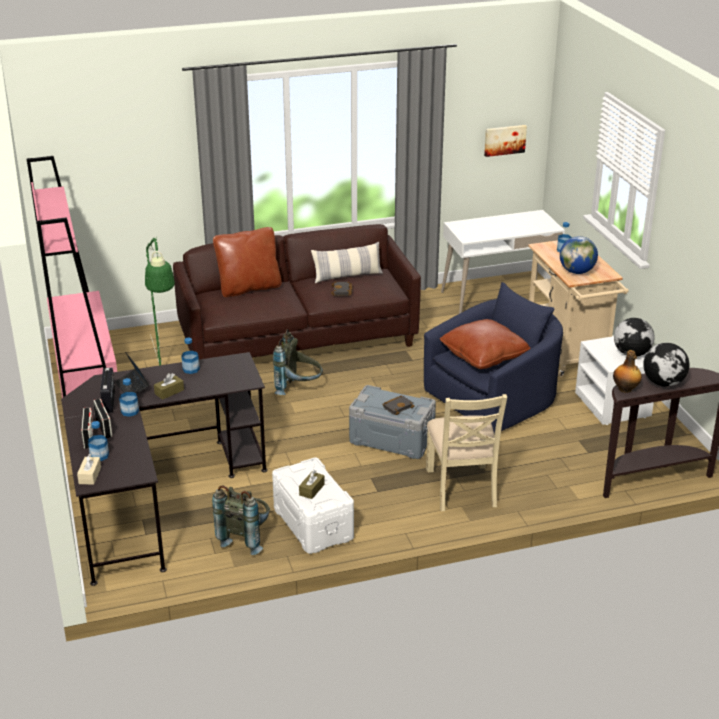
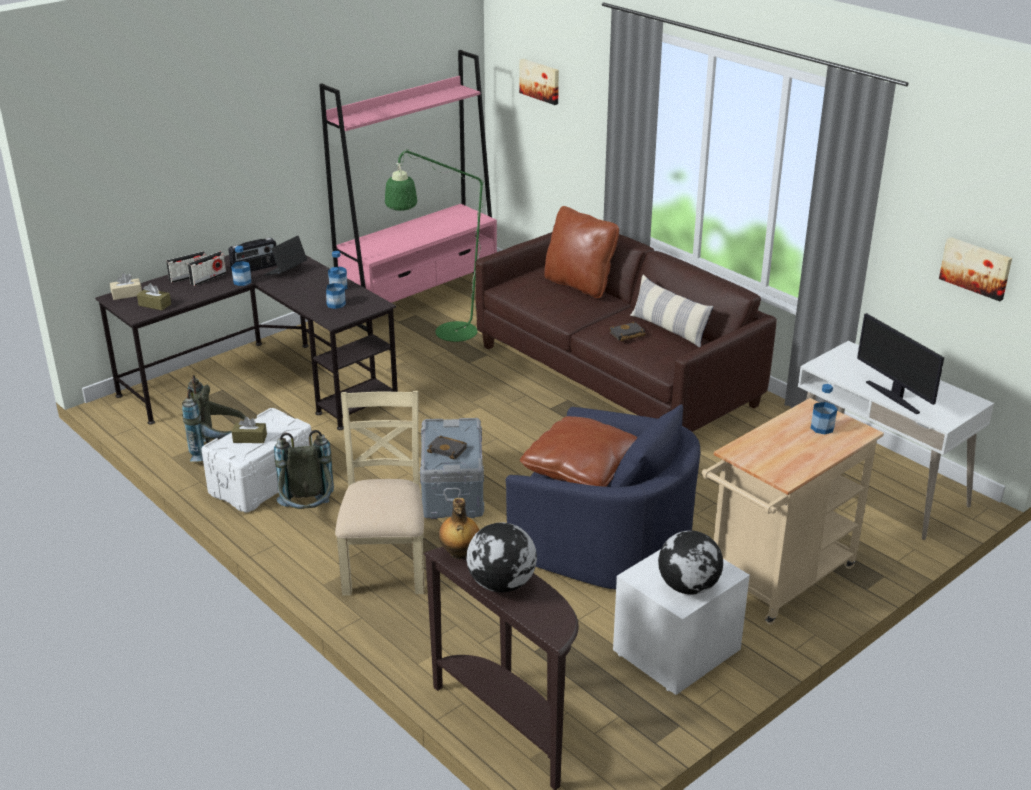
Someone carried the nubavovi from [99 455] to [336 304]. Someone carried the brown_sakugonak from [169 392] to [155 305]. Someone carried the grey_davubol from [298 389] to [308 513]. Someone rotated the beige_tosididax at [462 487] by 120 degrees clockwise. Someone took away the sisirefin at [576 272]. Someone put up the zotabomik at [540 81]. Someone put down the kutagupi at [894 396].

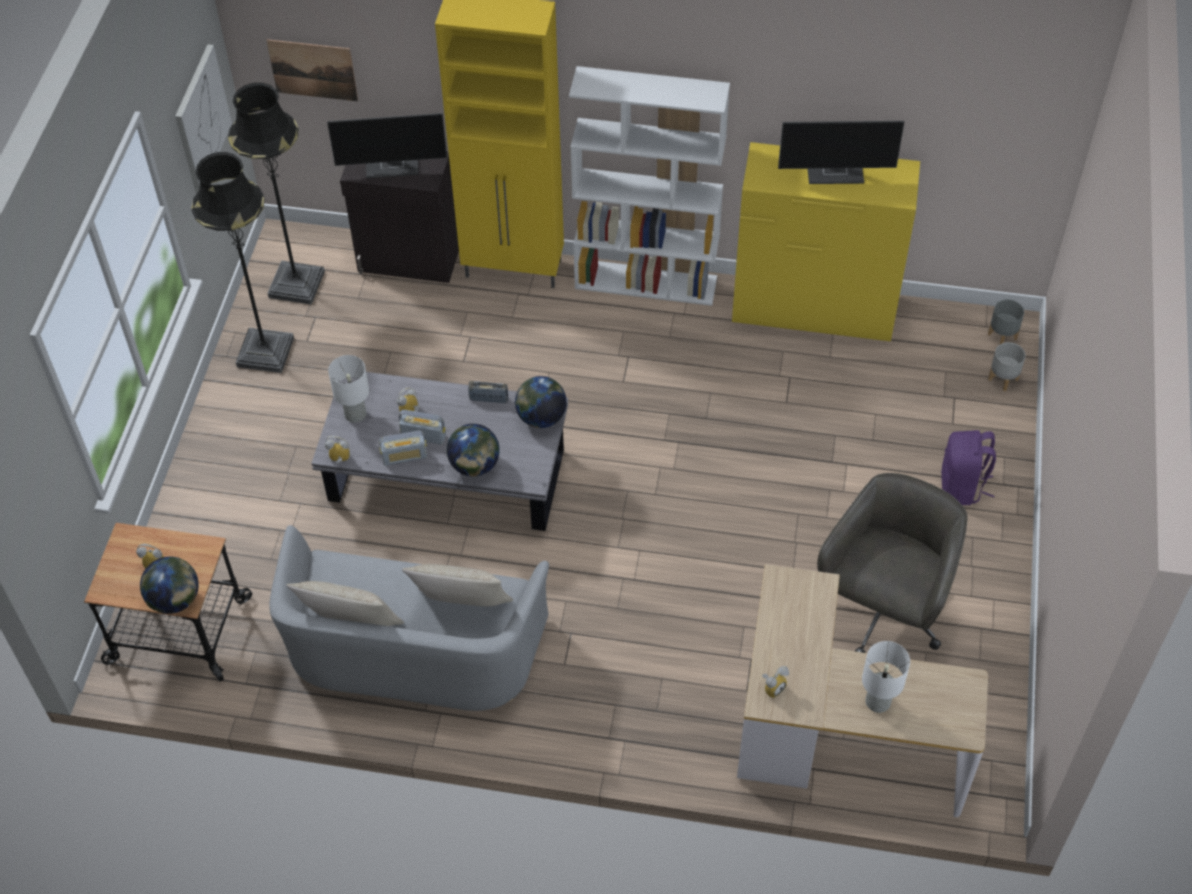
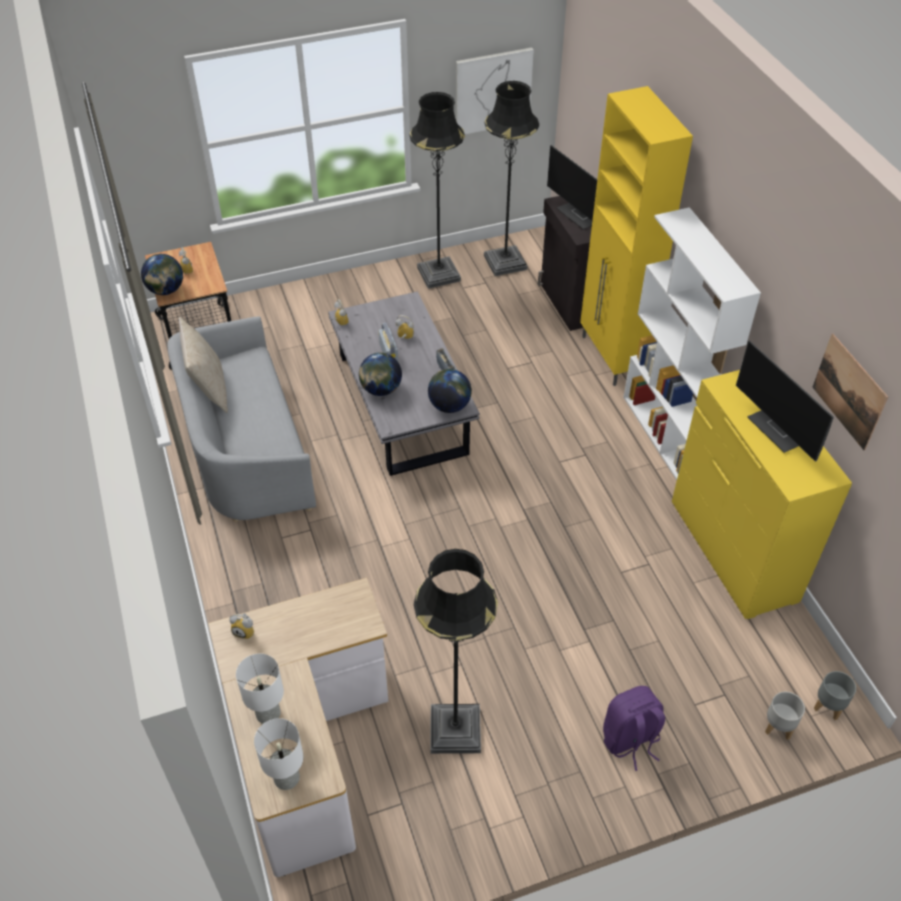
Someone carried the zotabomik from [313 70] to [849 391]. Someone carried the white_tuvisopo from [355 414] to [287 777]. Someone took away the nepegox at [404 456]. Someone took away the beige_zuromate at [462 609]. Someone swapped the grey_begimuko at [883 611] for the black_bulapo at [455 730].

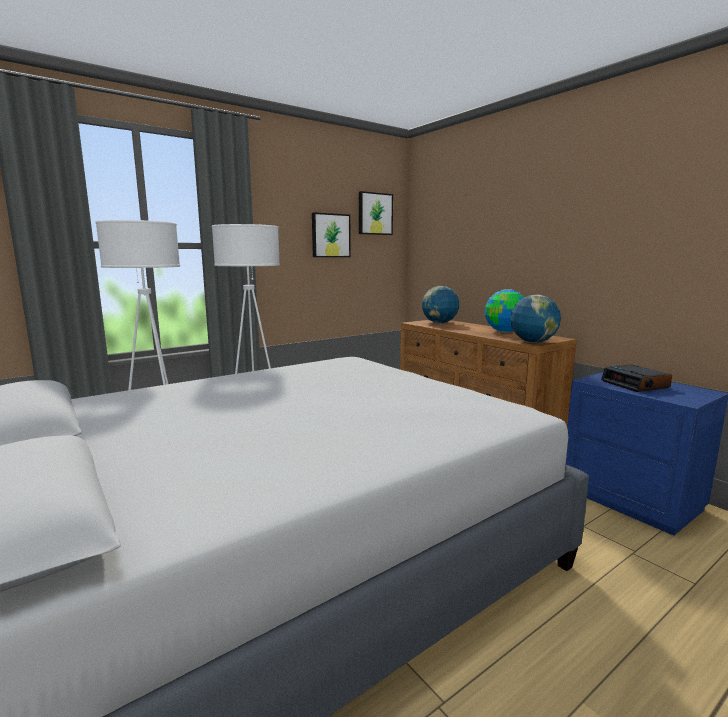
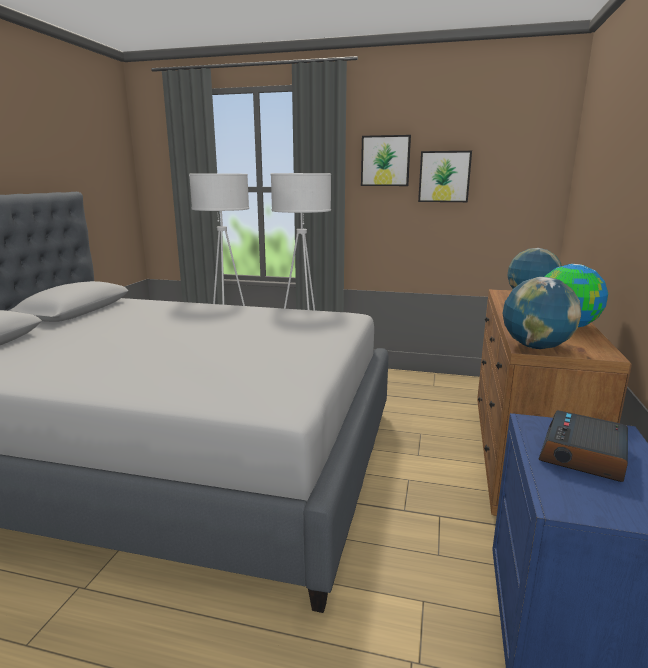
Someone carried the zotabomik from [374 214] to [385 161].

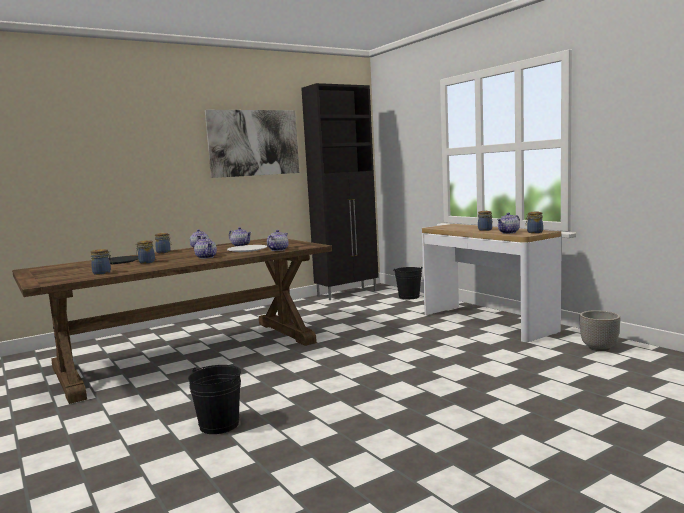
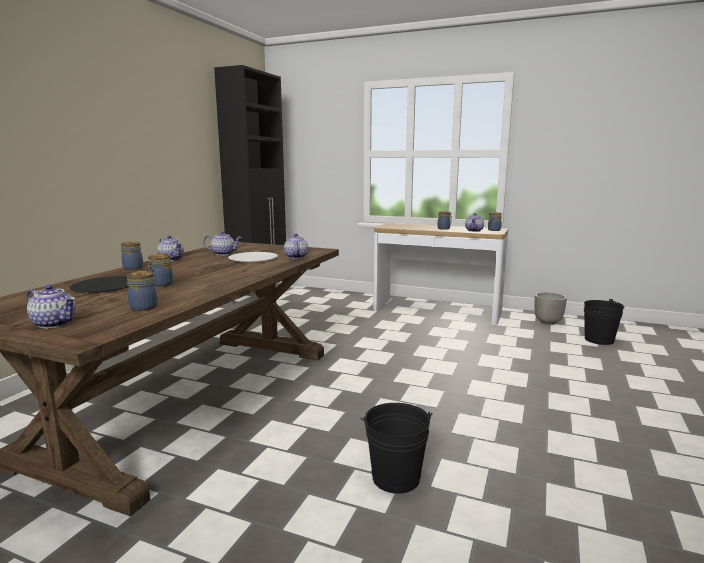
Someone carried the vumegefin from [206 257] to [55 323]. Someone took away the zotabomik at [254 143]. Someone carried the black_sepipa from [409 297] to [599 340].

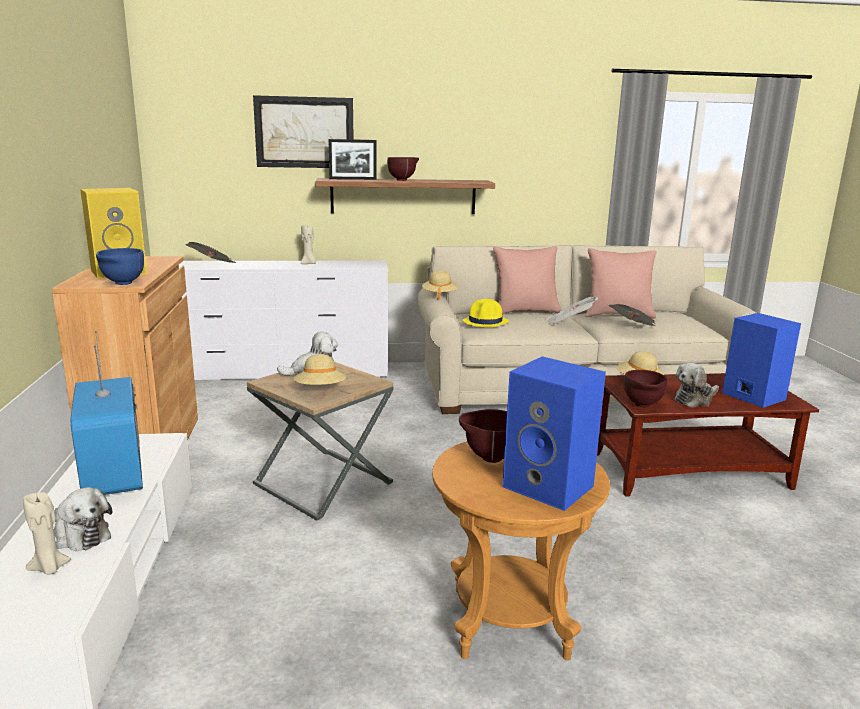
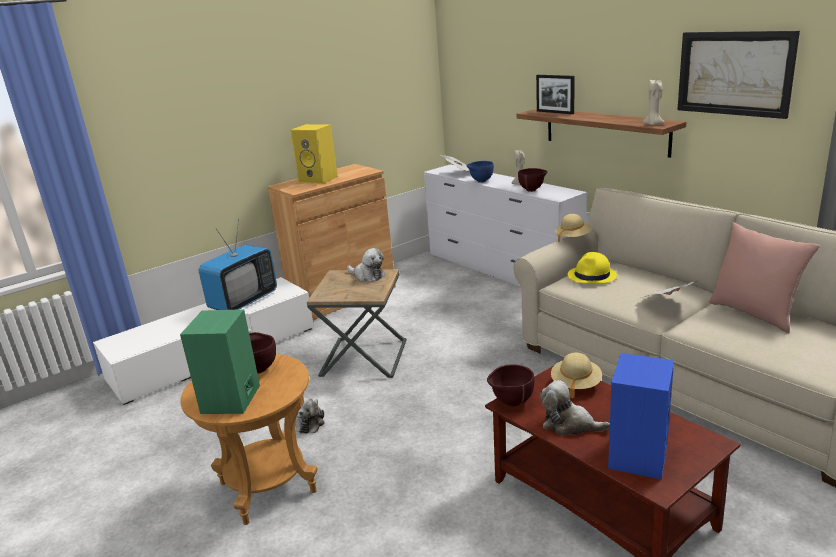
Someone carried the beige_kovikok from [49 568] to [653 124]. Someone carried the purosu from [80 535] to [310 422]. Someone carried the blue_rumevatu from [122 284] to [480 181]. Someone carried the zotabomik from [304 132] to [734 73]. Someone took away the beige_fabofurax at [320 390]. Someone carried the brown_rumevatu from [403 180] to [532 190]. Someone took away the pink_zuromate at [525 311]. Someone repainted the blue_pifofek at [551 486], which became the green_pifofek at [231 400]. Someone took away the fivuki at [633 328].

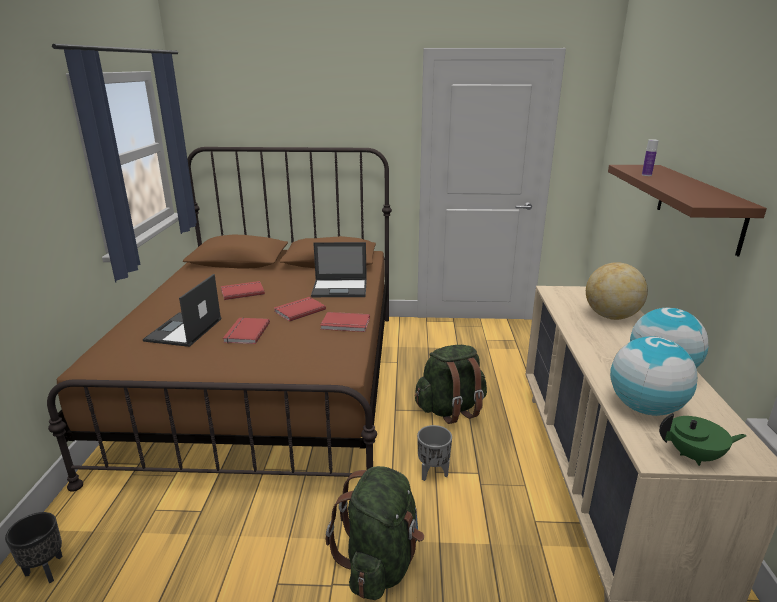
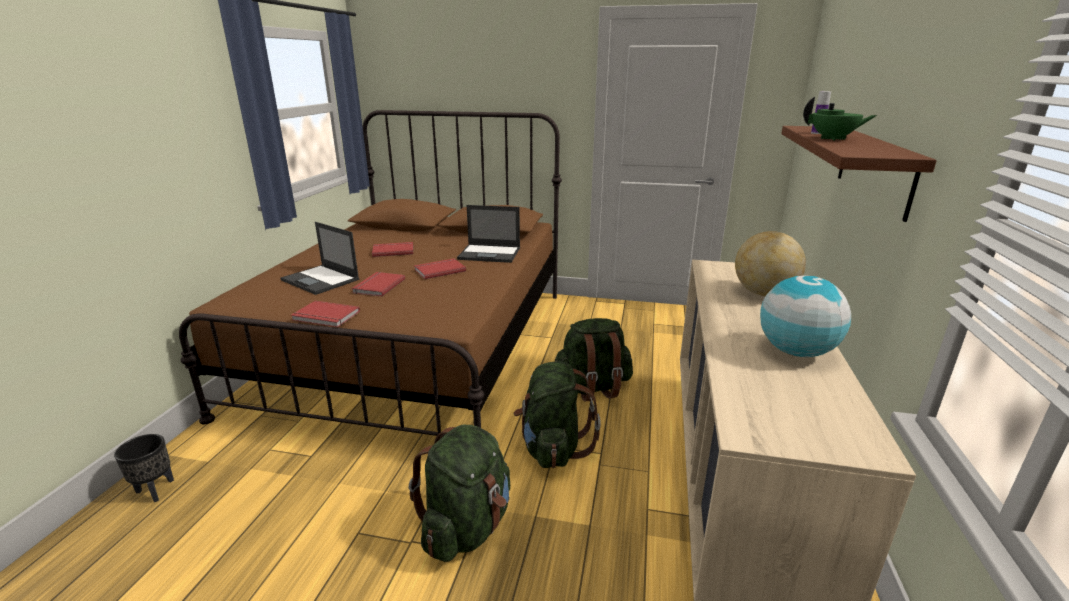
Someone rotated the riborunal at [183 330] by 75 degrees counterclockwise. Someone carried the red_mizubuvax from [345 324] to [325 316]. Someone swapped the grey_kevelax at [433 473] for the green_davubol at [552 448]. Someone took away the sisirefin at [644 408]. Someone carried the green_vumegefin from [694 456] to [833 139].

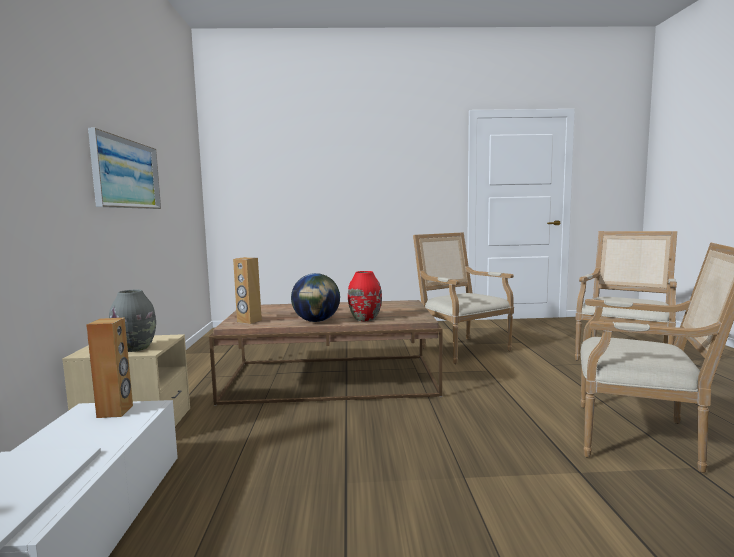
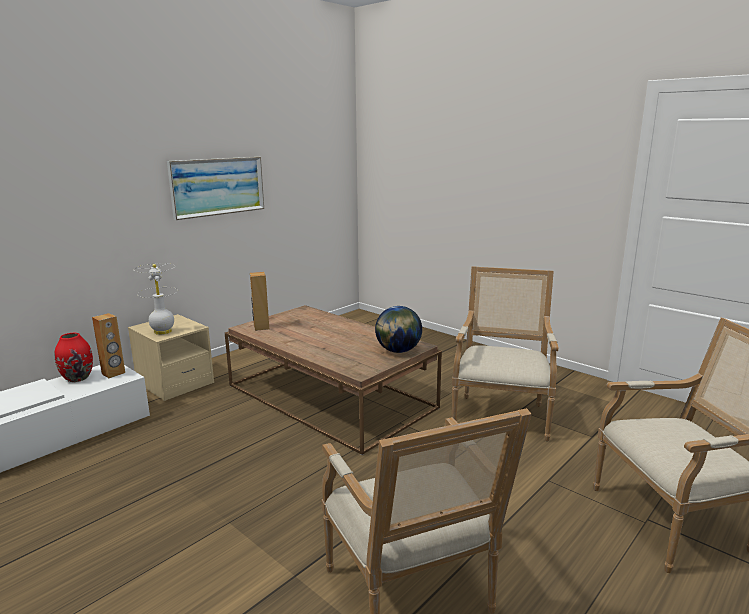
Someone swapped the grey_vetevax at [136 348] for the white_tuvisopo at [163 331]. Someone carried the sisirefin from [316 321] to [398 351]. Someone carried the red_vetevax from [364 319] to [78 378].

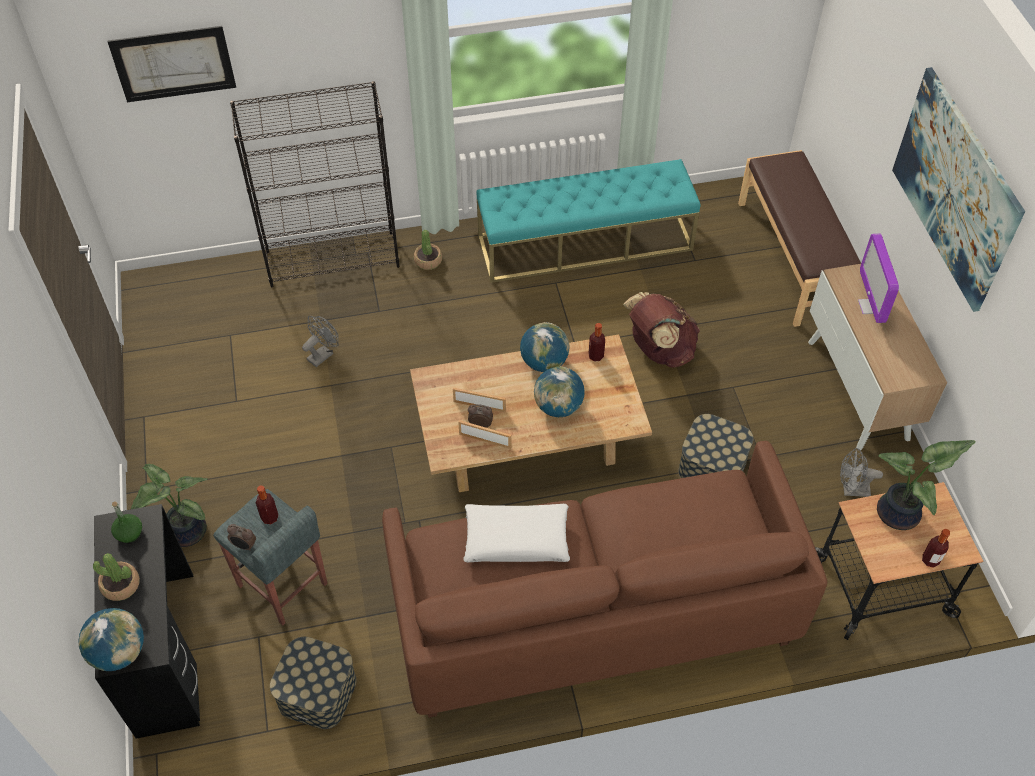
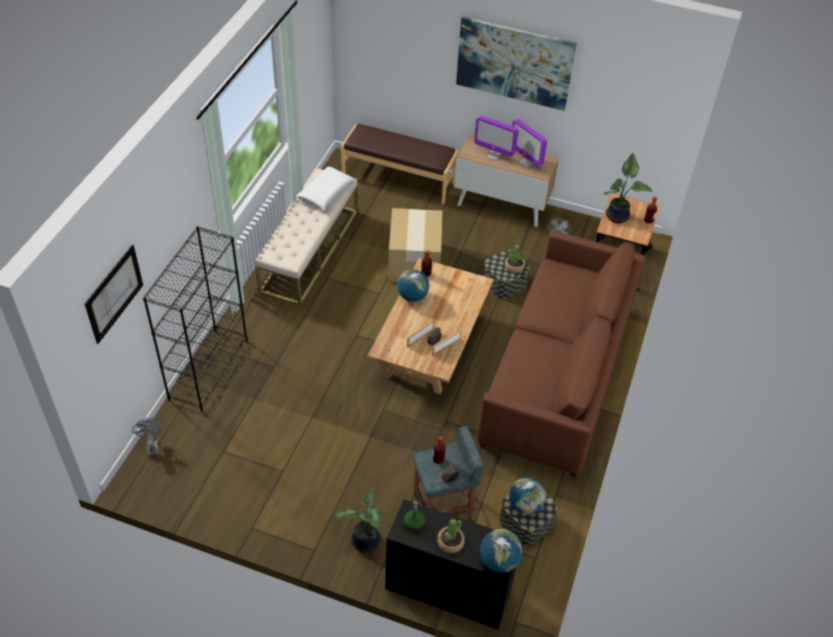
Someone carried the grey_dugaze from [323 354] to [152 445]. Someone carried the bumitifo from [428 261] to [514 267]. Someone carried the white_zuromate from [516 539] to [326 193]. Someone repainted the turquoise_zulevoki at [585 243], which became the beige_zulevoki at [310 250]. Someone carried the sisirefin from [558 407] to [525 505]. Someone swapped the brown_davubol at [659 350] for the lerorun at [414 262]. Someone put down the kutagupi at [525 162].

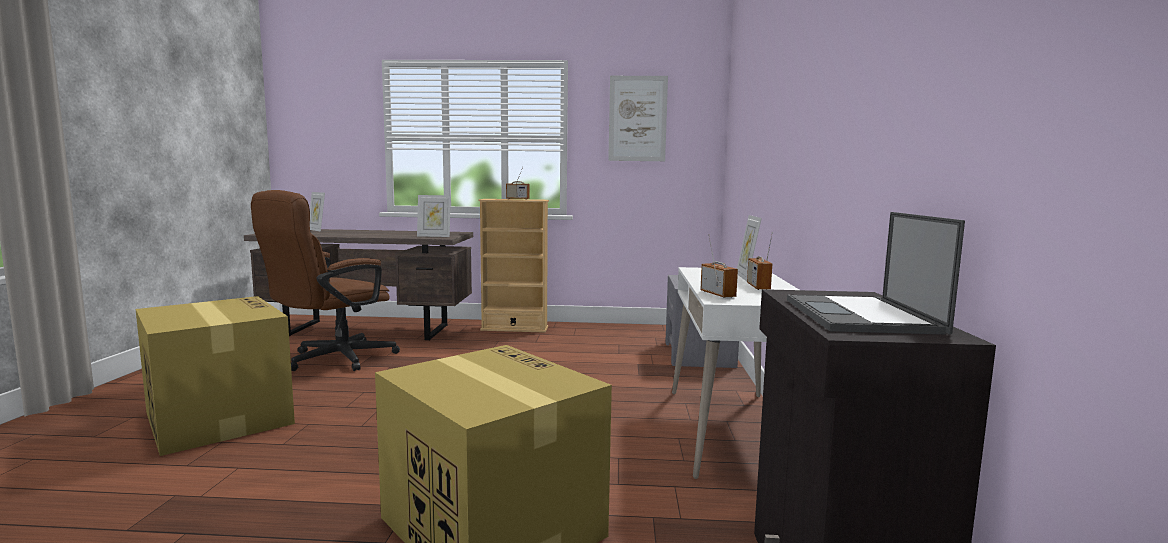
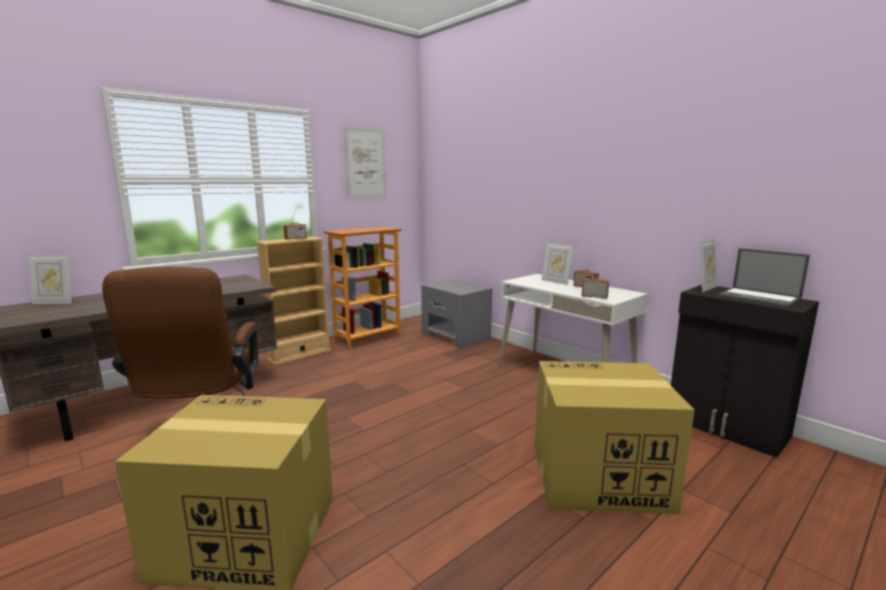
Someone carried the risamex from [434 236] to [705 288]. Someone put down the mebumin at [367 339].

